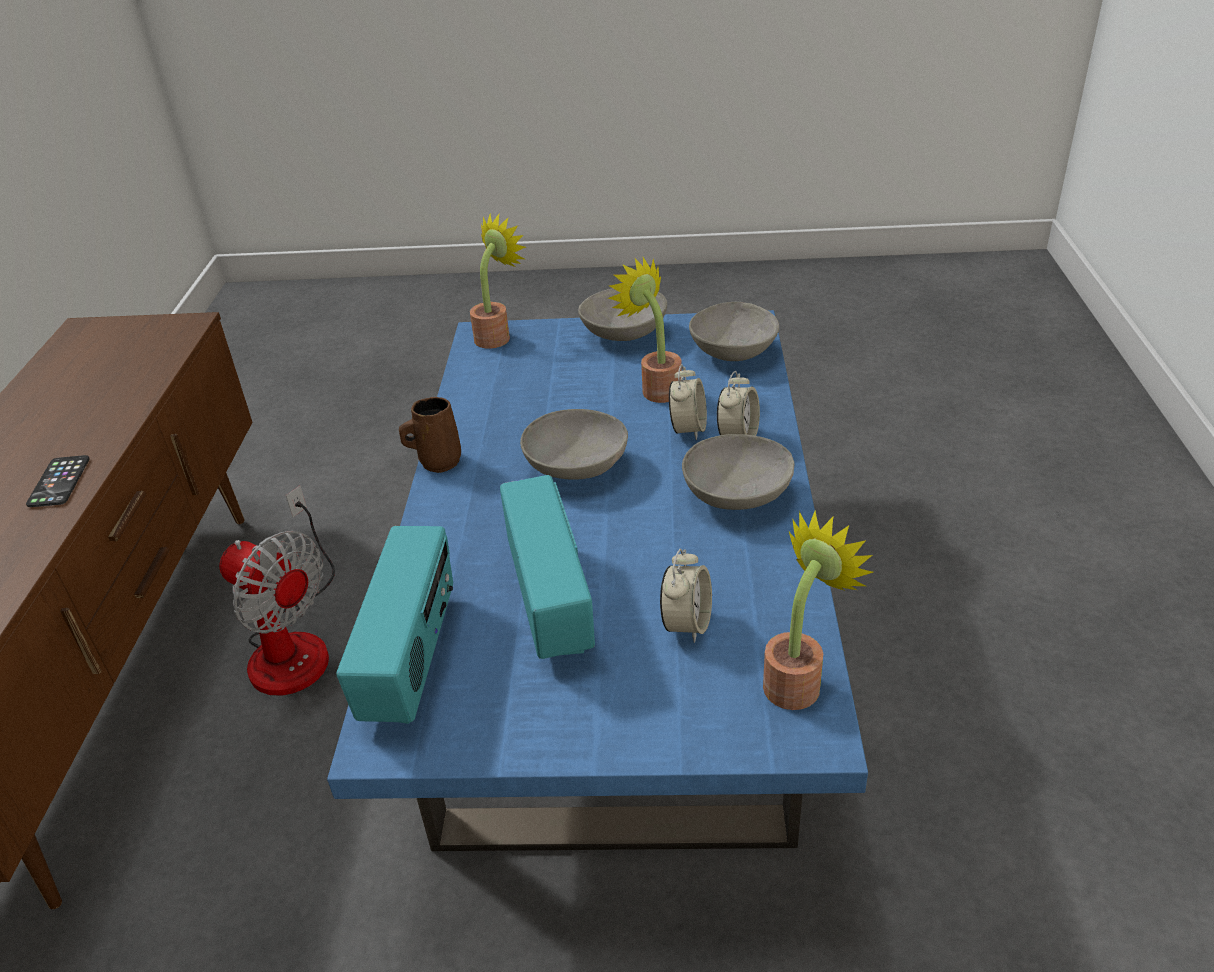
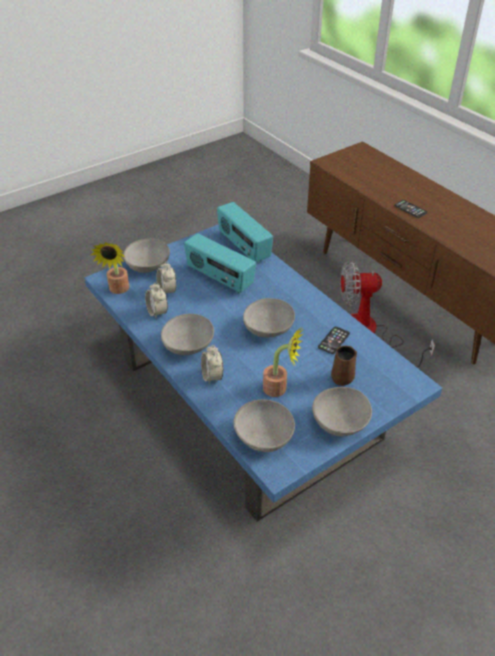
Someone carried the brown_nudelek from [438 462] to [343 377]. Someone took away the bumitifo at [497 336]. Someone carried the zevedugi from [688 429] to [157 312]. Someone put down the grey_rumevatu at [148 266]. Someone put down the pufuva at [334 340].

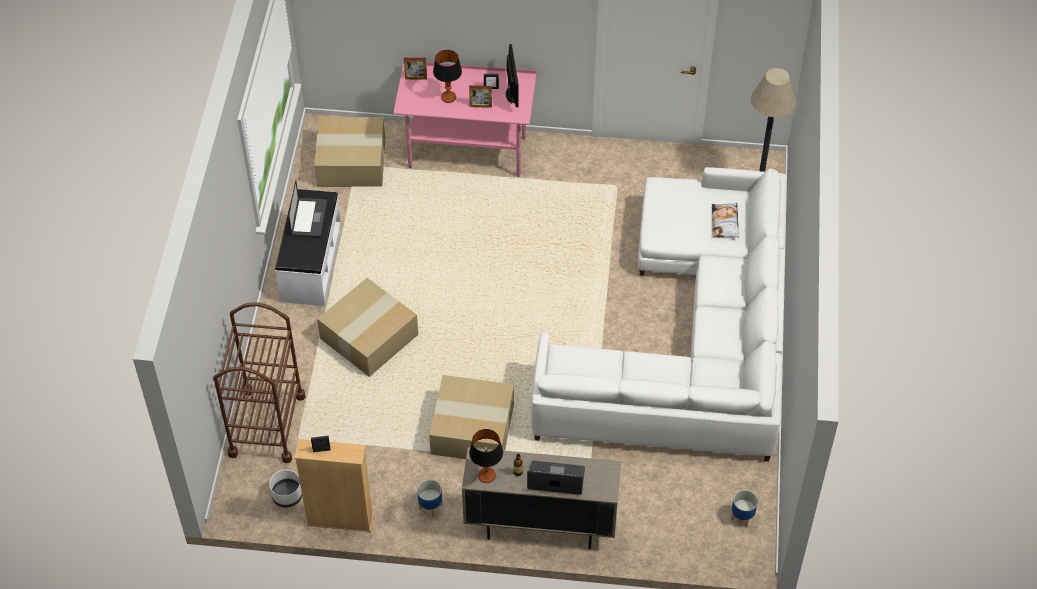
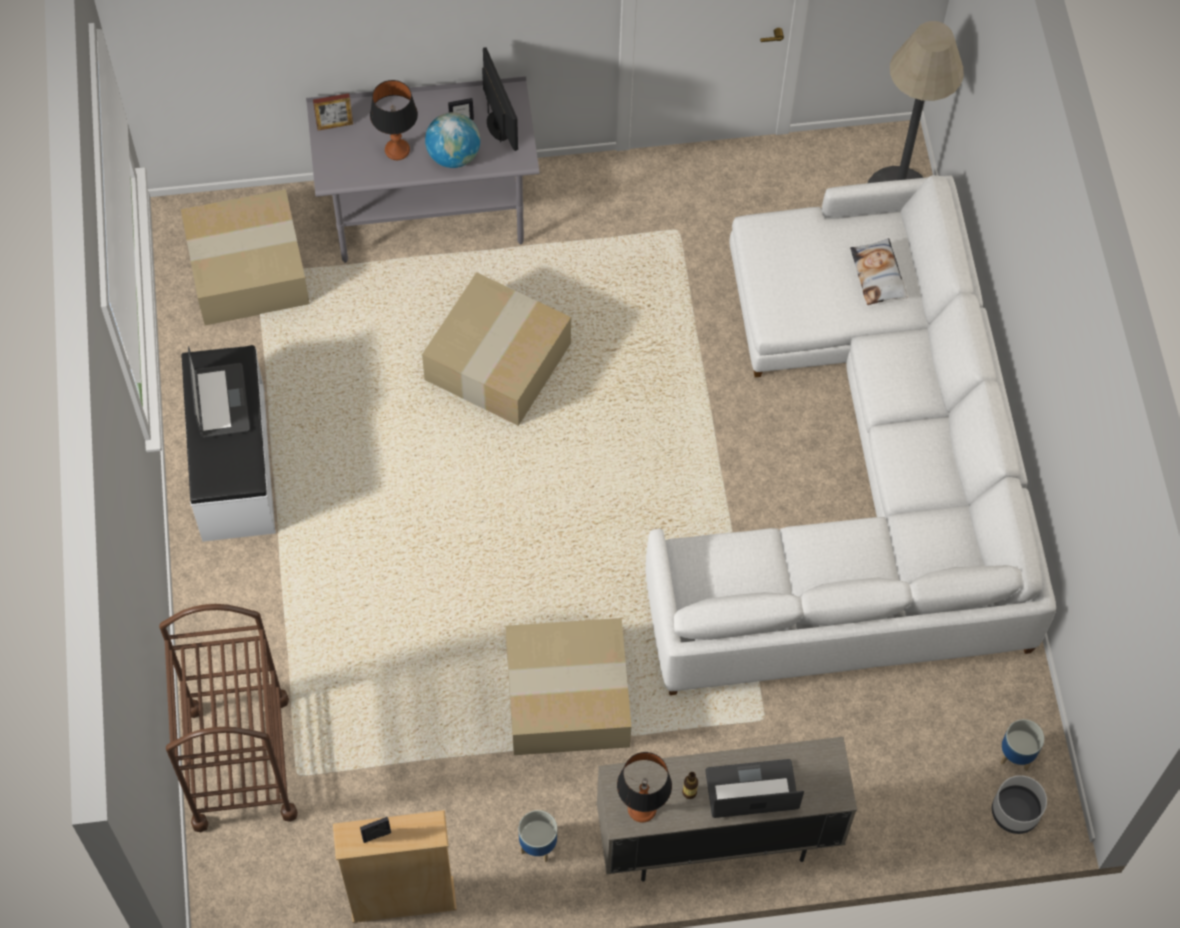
Someone carried the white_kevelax from [287 496] to [1015 812]. Someone carried the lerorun from [369 338] to [498 364]. Someone repainted the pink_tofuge at [467 152], which became the grey_tofuge at [429 216]. Someone swapped the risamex at [480 106] for the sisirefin at [453 156].

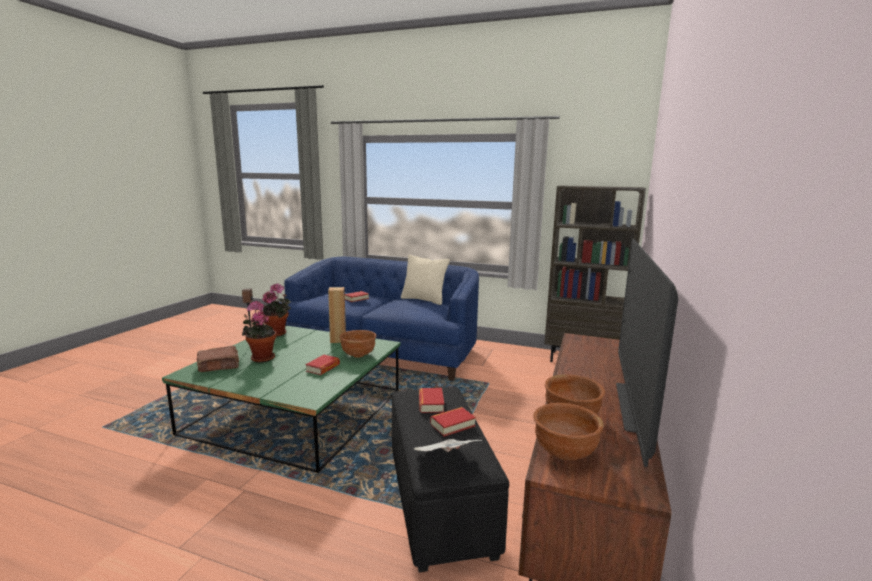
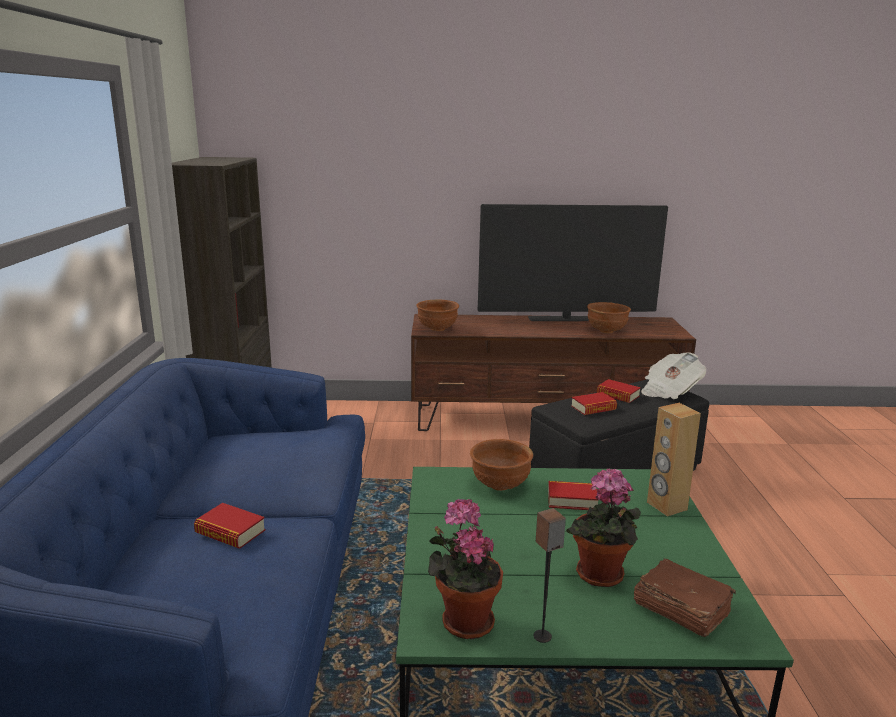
Someone carried the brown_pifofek from [338 340] to [666 506]. Someone took away the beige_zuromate at [424 300]. Someone carried the brown_rumevatu from [563 453] to [437 329].

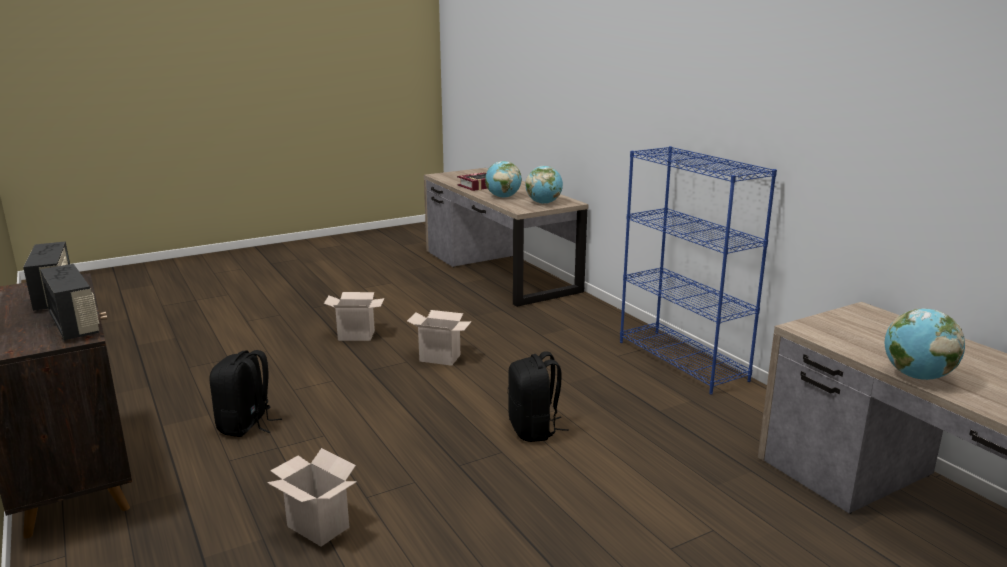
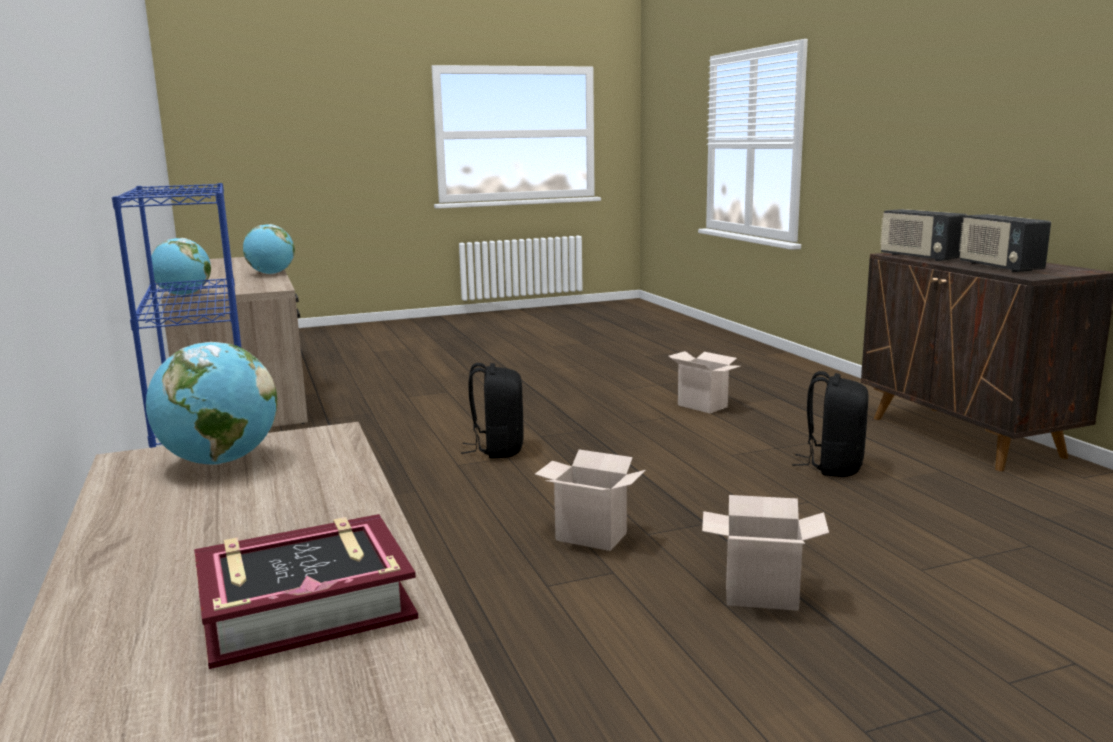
Someone carried the sisirefin from [503 197] to [184 295].

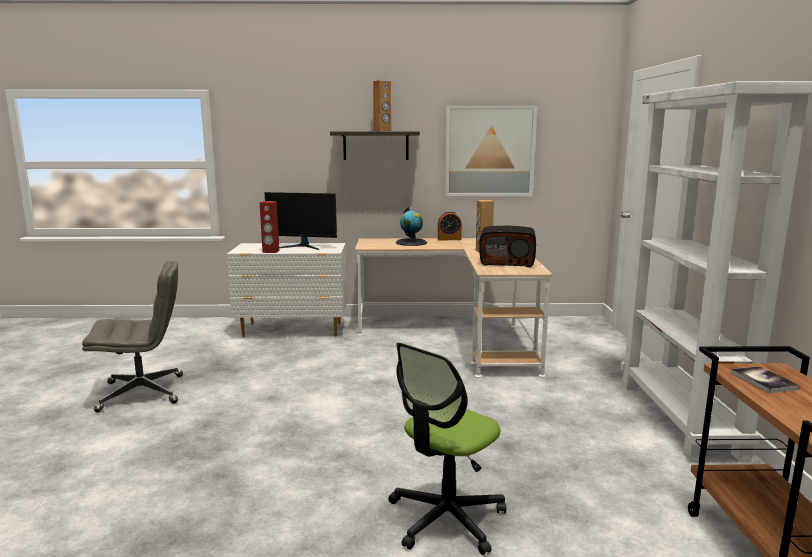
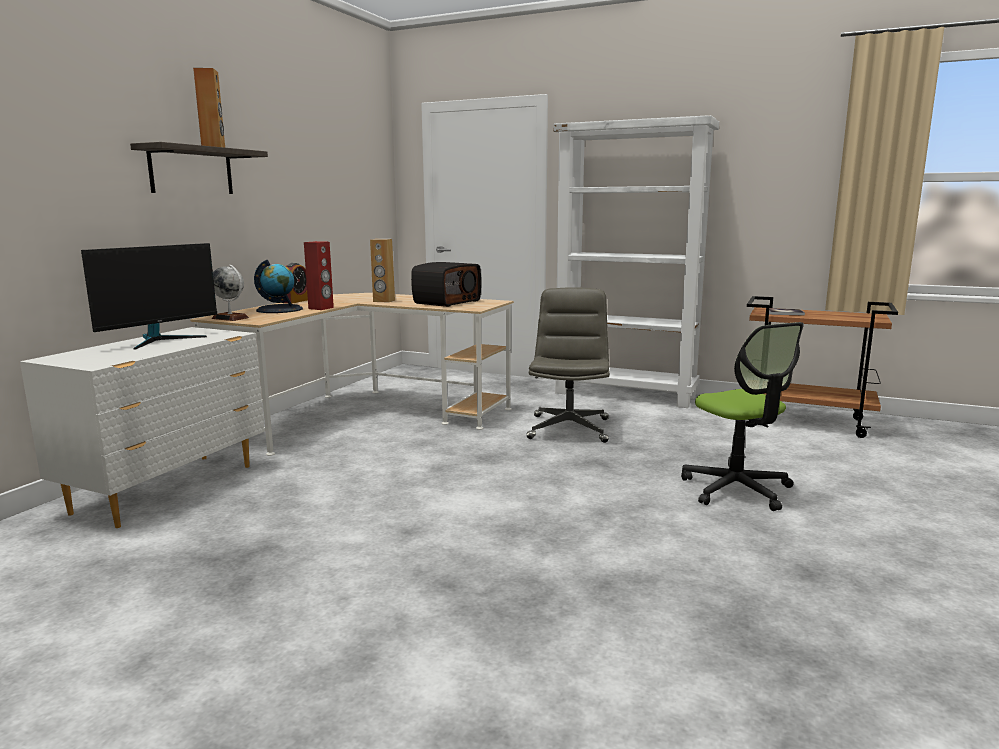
Someone carried the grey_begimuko from [143 393] to [568 428]. Someone carried the red_pifofek from [271 251] to [321 308]. Someone took away the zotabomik at [489 151]. Someone put down the sisirefin at [230 318].

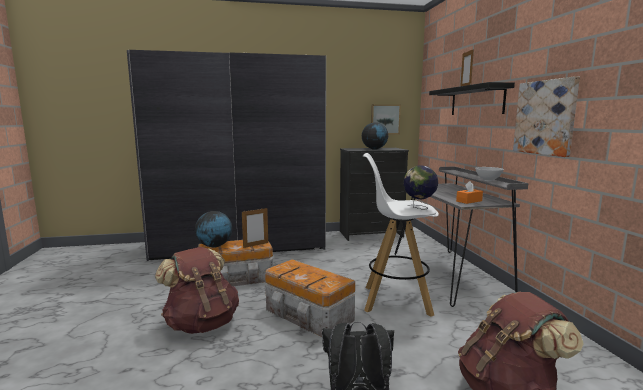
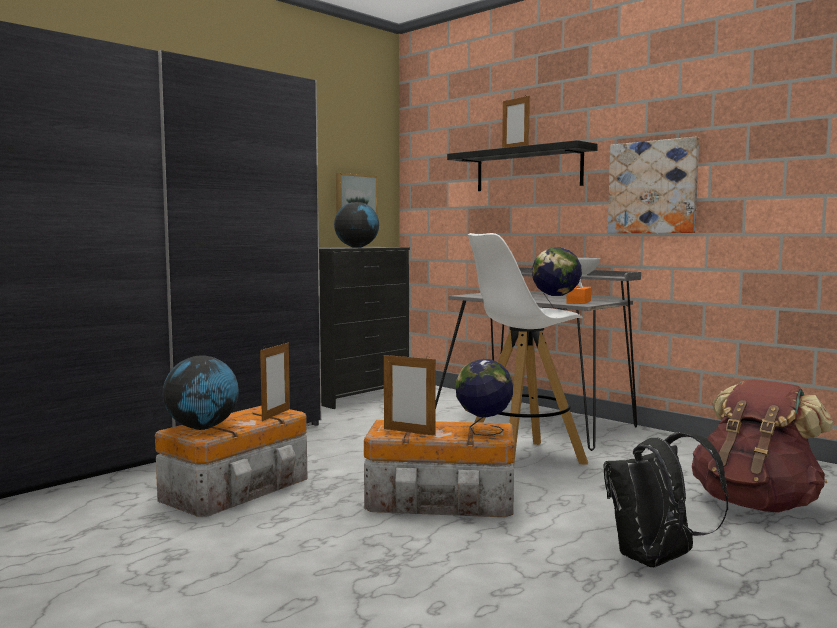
Someone took away the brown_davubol at [202 324]. Someone put down the risamex at [409 432]. Someone put down the sisirefin at [483 431].

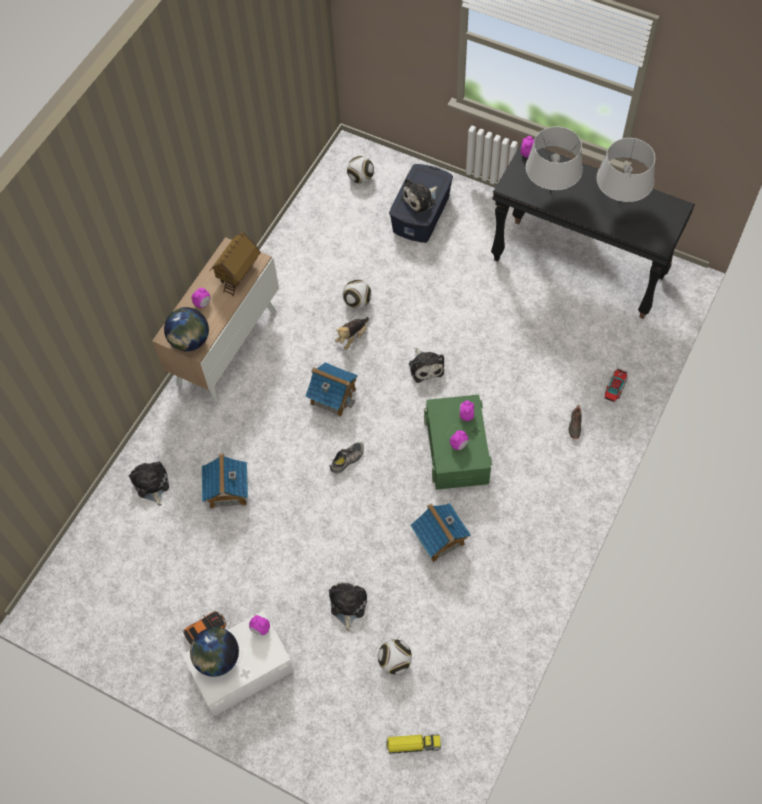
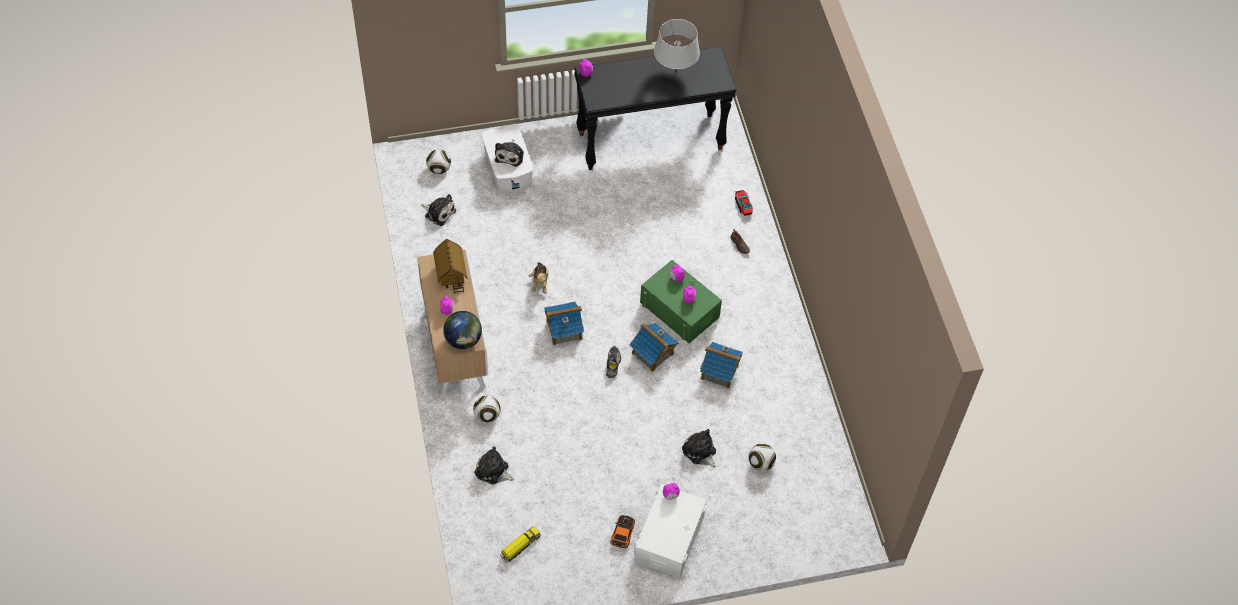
Someone took away the sisirefin at [217 658]. Someone carried the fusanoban from [227 490] to [652 354]. Someone carried the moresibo from [357 302] to [487 416]. Someone carried the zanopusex from [412 744] to [520 546]. Someone repainted the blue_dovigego at [421 214], which became the white_dovigego at [508 168]. Someone carried the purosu from [425 367] to [439 212]. Someone took away the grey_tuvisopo at [550 191].

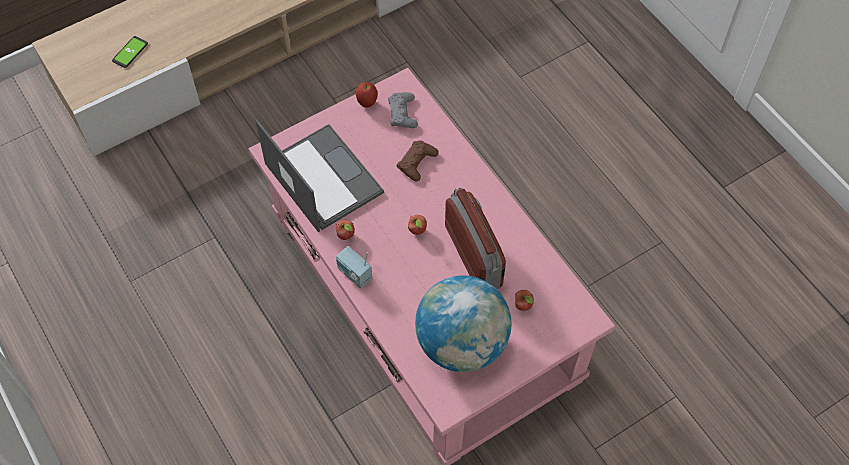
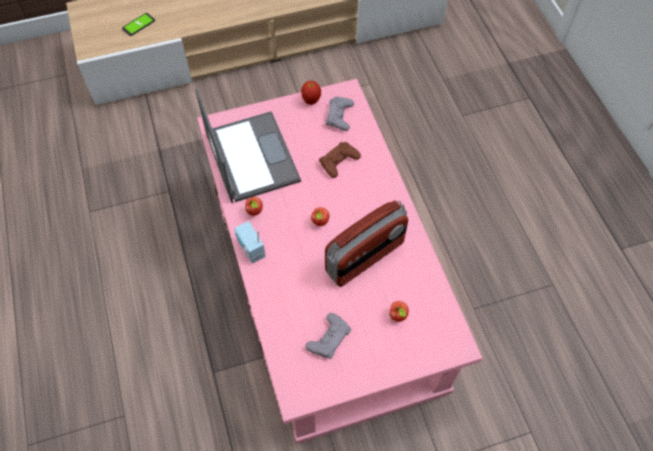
Someone swapped the sisirefin at [461 343] for the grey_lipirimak at [329 338]. Someone rotated the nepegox at [474 256] by 60 degrees clockwise.

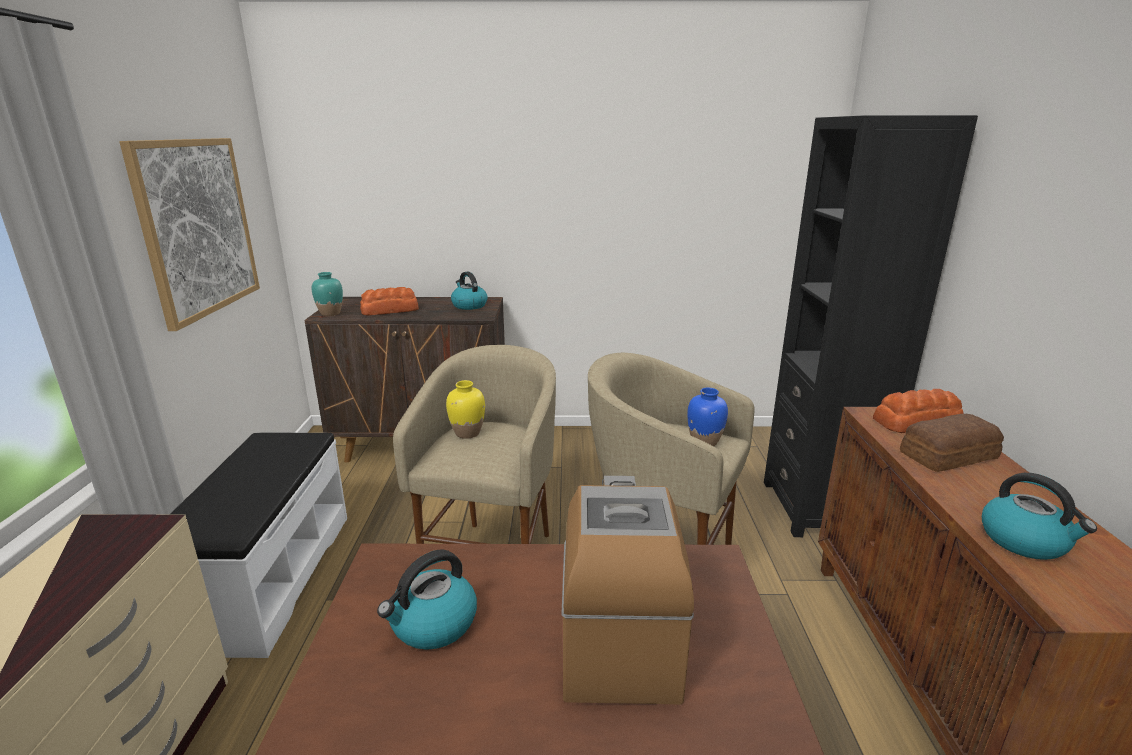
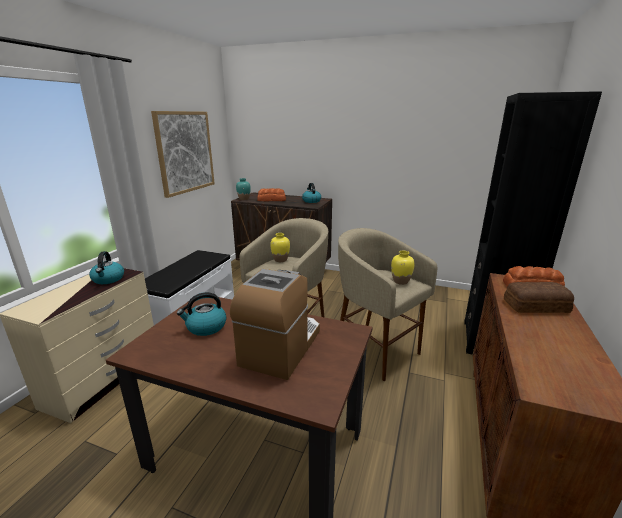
Someone repainted the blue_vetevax at [705 441], which became the yellow_vetevax at [401 281]. Someone carried the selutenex from [1024 541] to [108 279].

